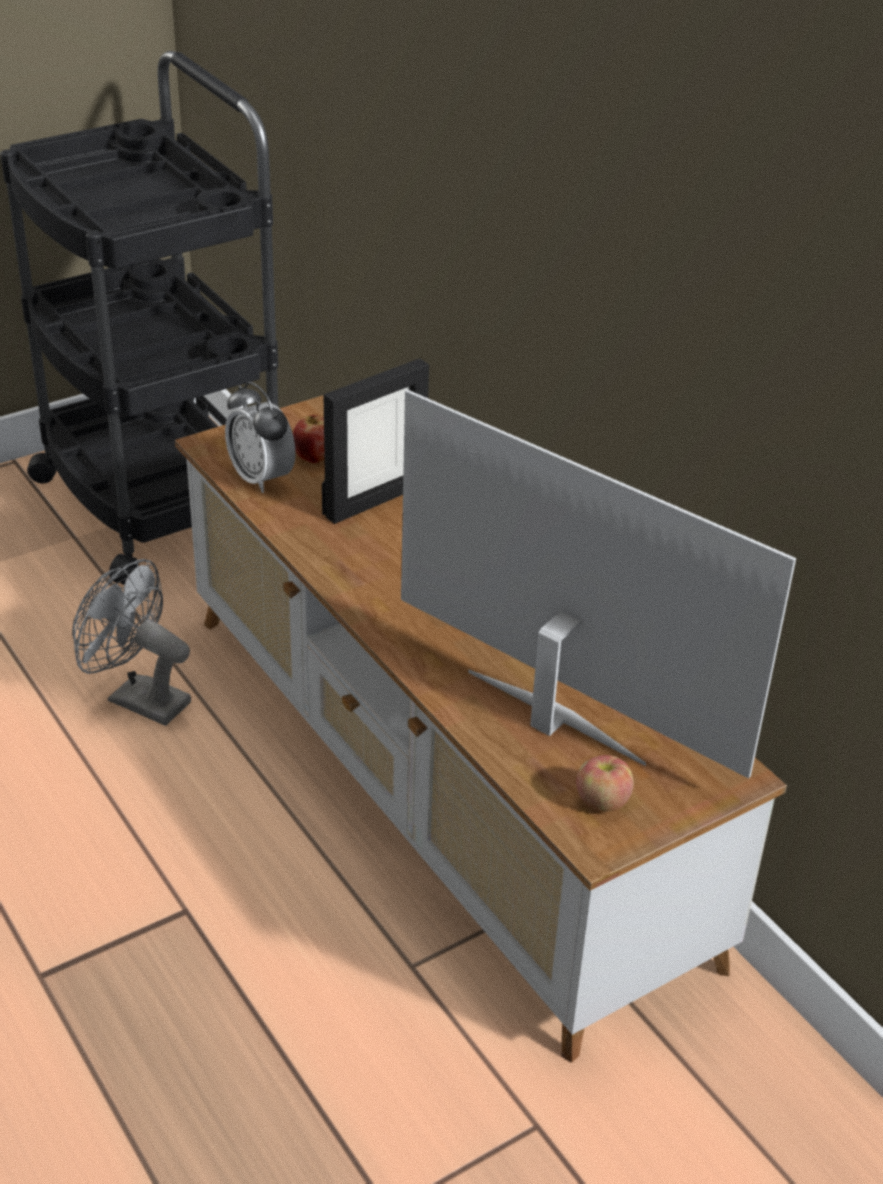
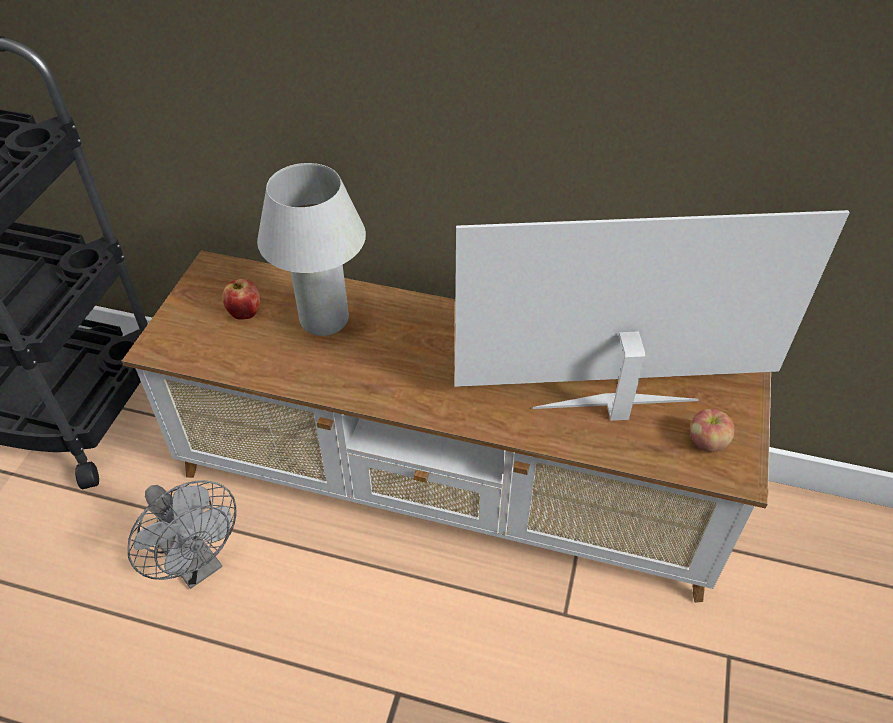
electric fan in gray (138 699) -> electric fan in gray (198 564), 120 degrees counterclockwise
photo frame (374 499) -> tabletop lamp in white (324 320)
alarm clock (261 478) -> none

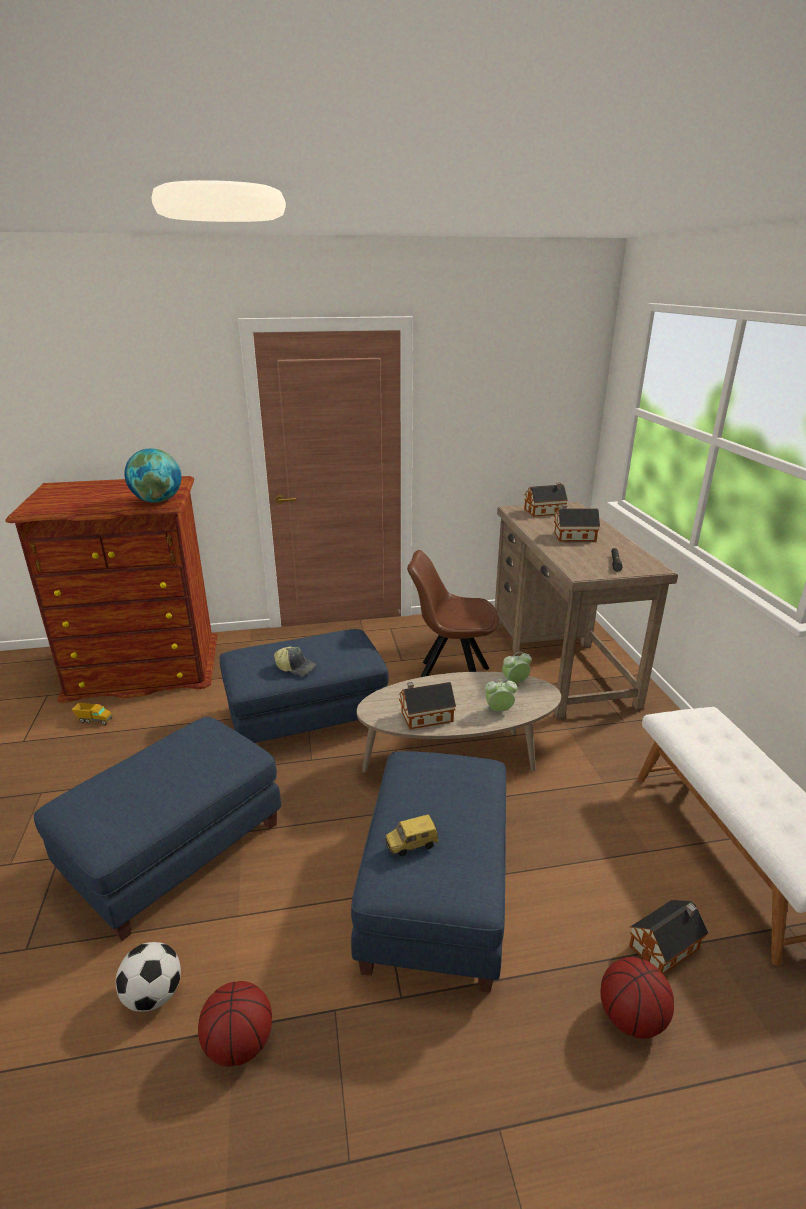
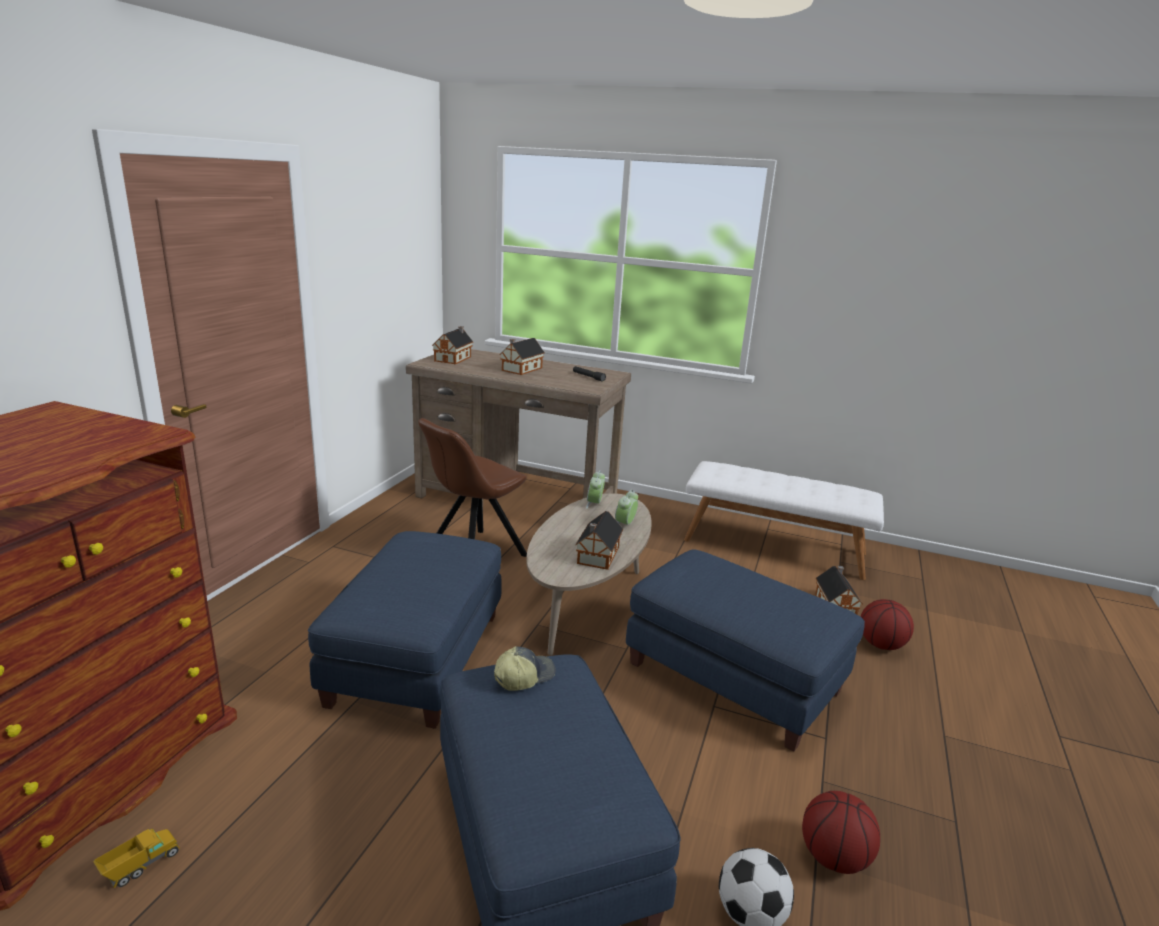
baseball cap (296 667) -> baseball cap (523 676), move
globe (158 501) -> none
toy car (412 846) -> none

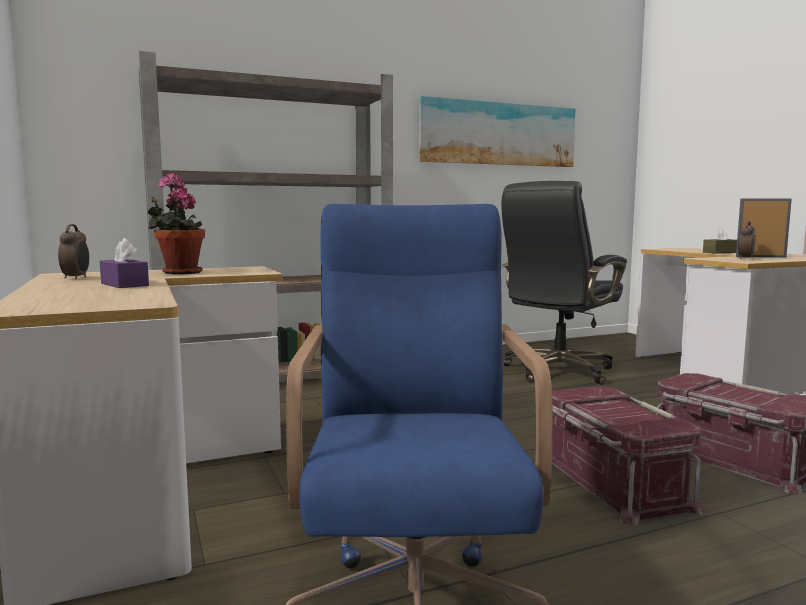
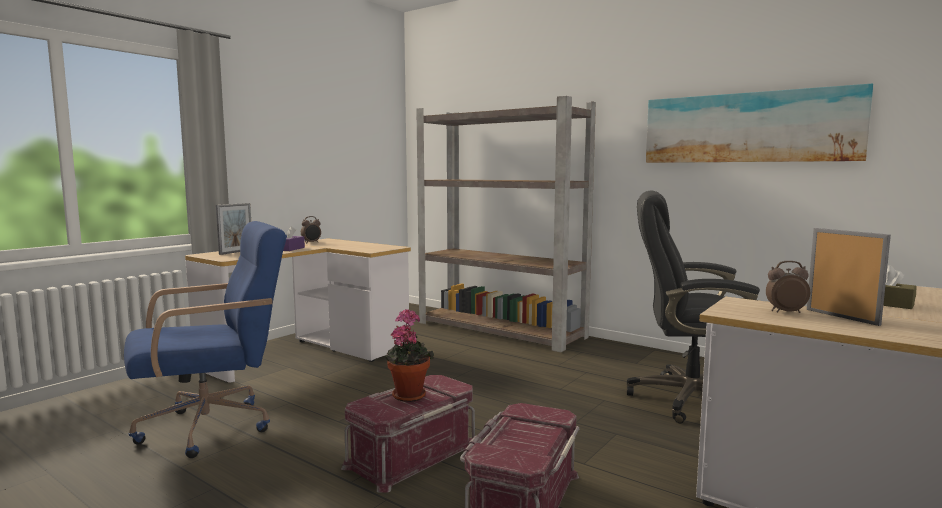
none -> photo frame (236 252)
houseplant (179 272) -> houseplant (408 394), move

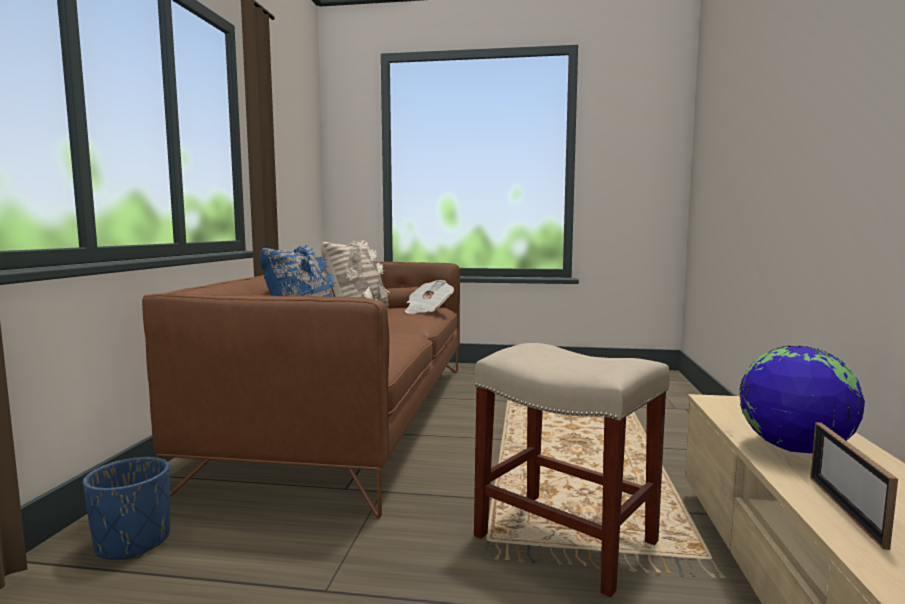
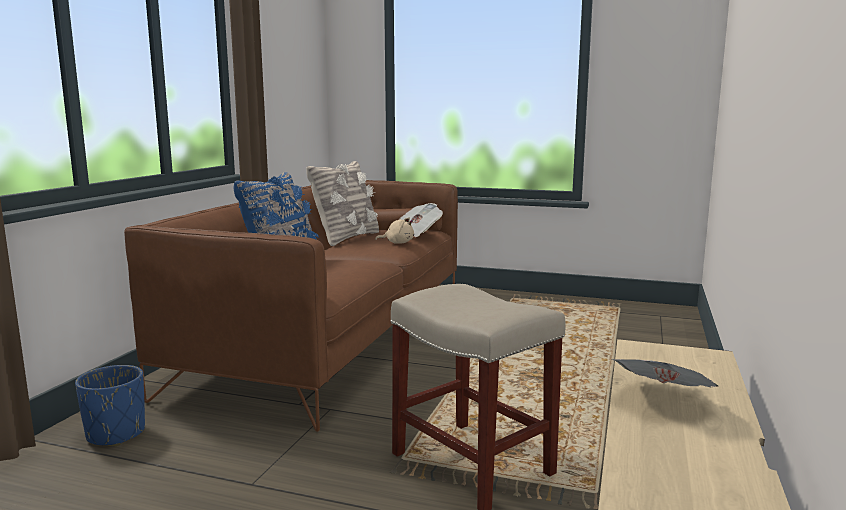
none -> soft toy in sand-coloured (398 243)
globe (794 449) -> newspaper (663 399)
photo frame (845 509) -> none

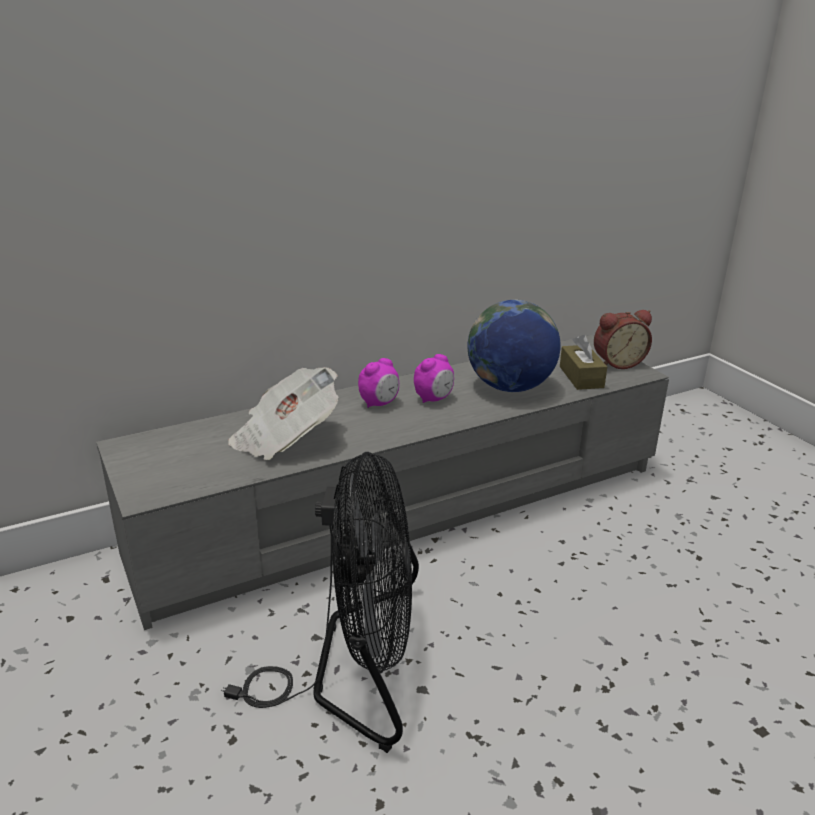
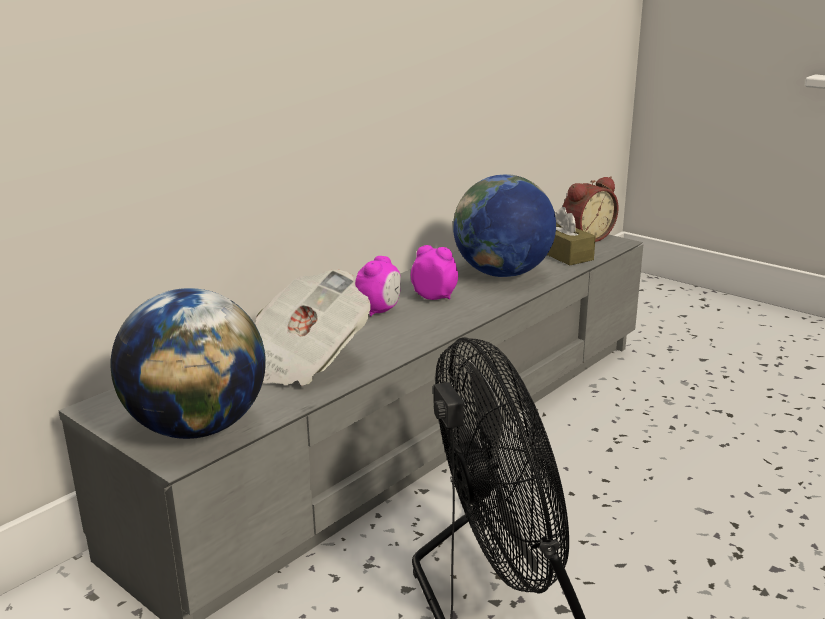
none -> globe (197 427)
alarm clock (434 399) -> alarm clock (434 297), 90 degrees counterclockwise

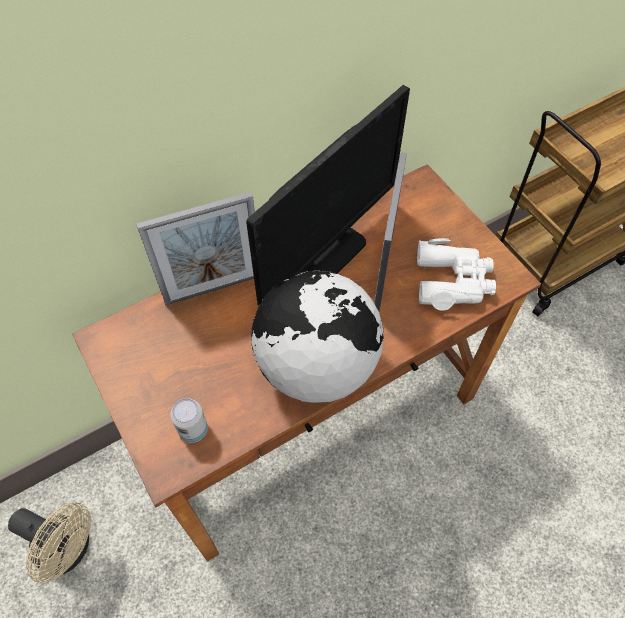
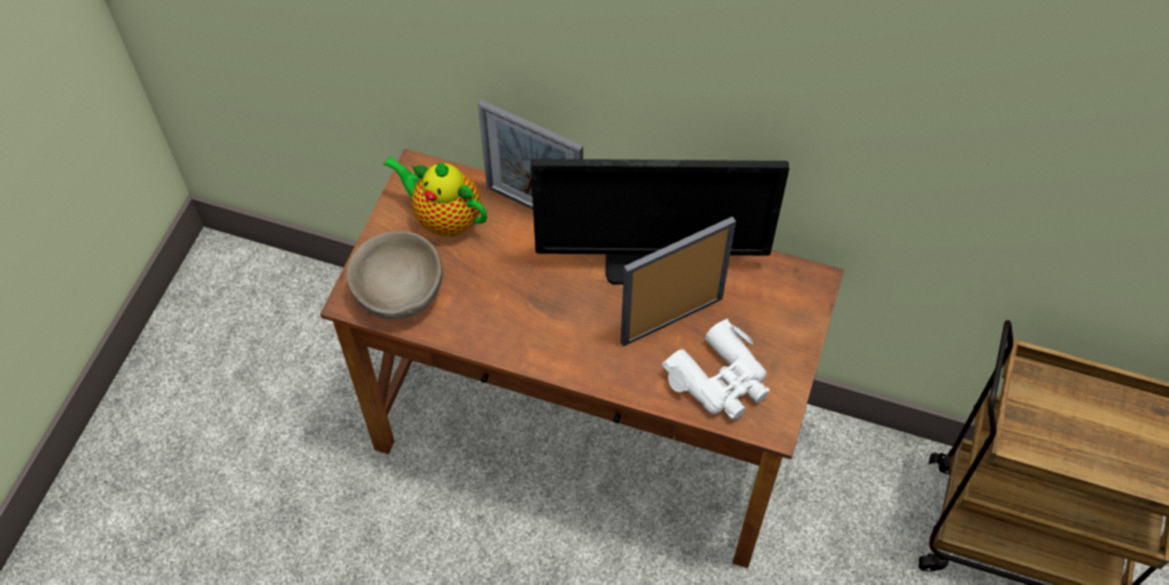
can (193 430) -> serving bowl in sand-coloured (398 292)
none -> pot for tea (444 217)
electric fan in sand-coloured (70 549) -> none
globe (316 365) -> none

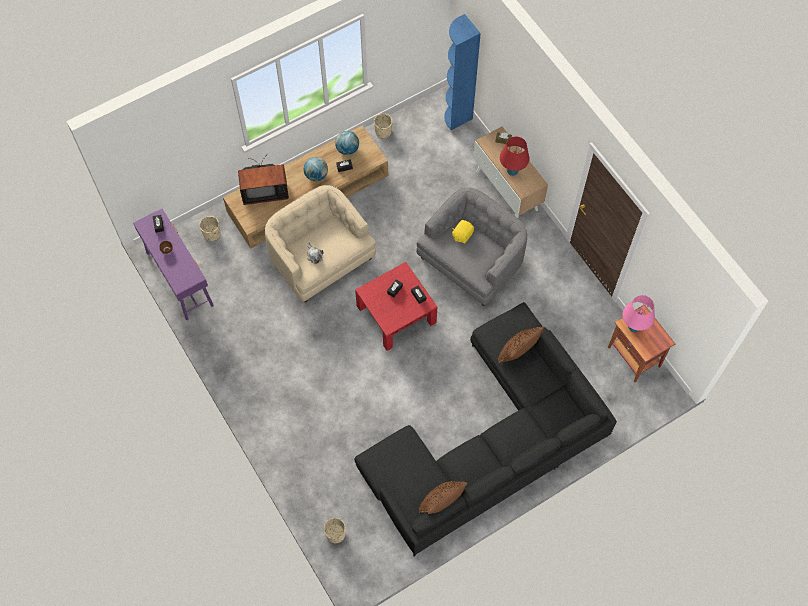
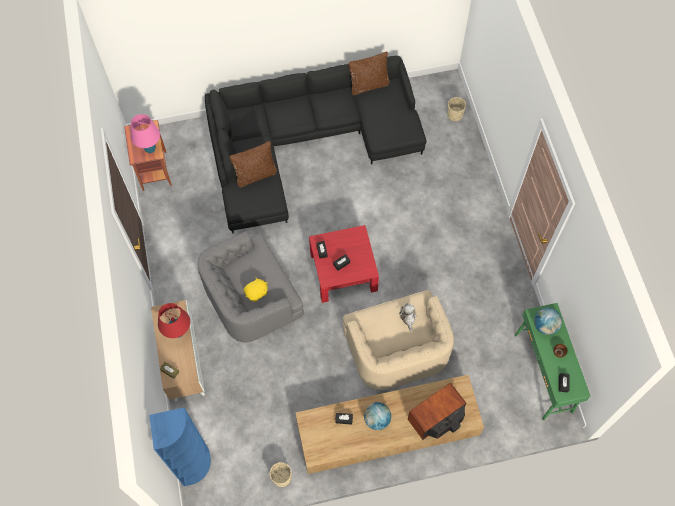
TV (264 190) -> TV (437 419), 45 degrees counterclockwise
hall table in purple (180 279) -> hall table in green-coloured (542 373)
globe (347 149) -> globe (545 326), move
flower pot in sand-coloured (212 234) -> none

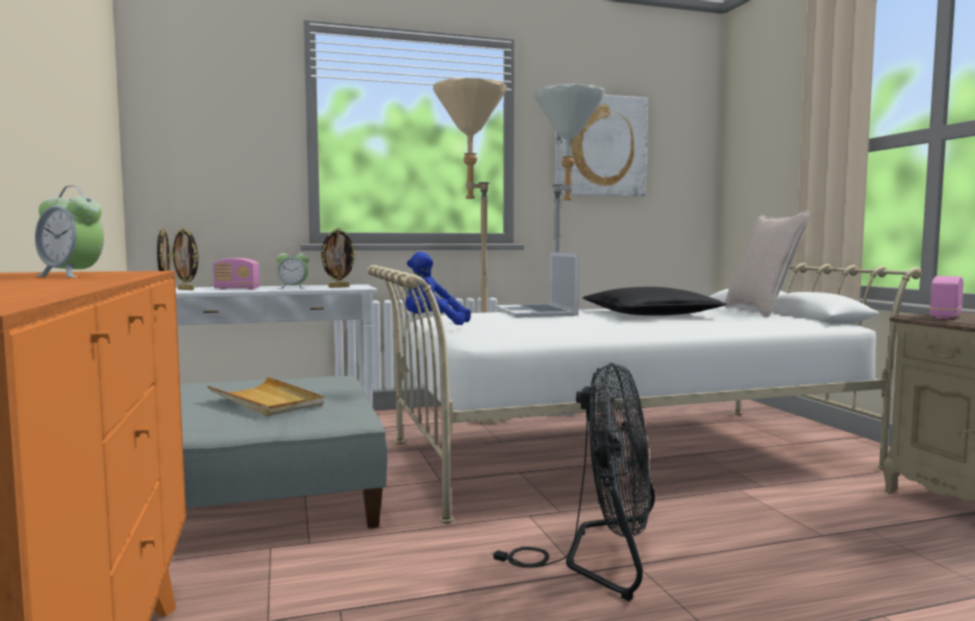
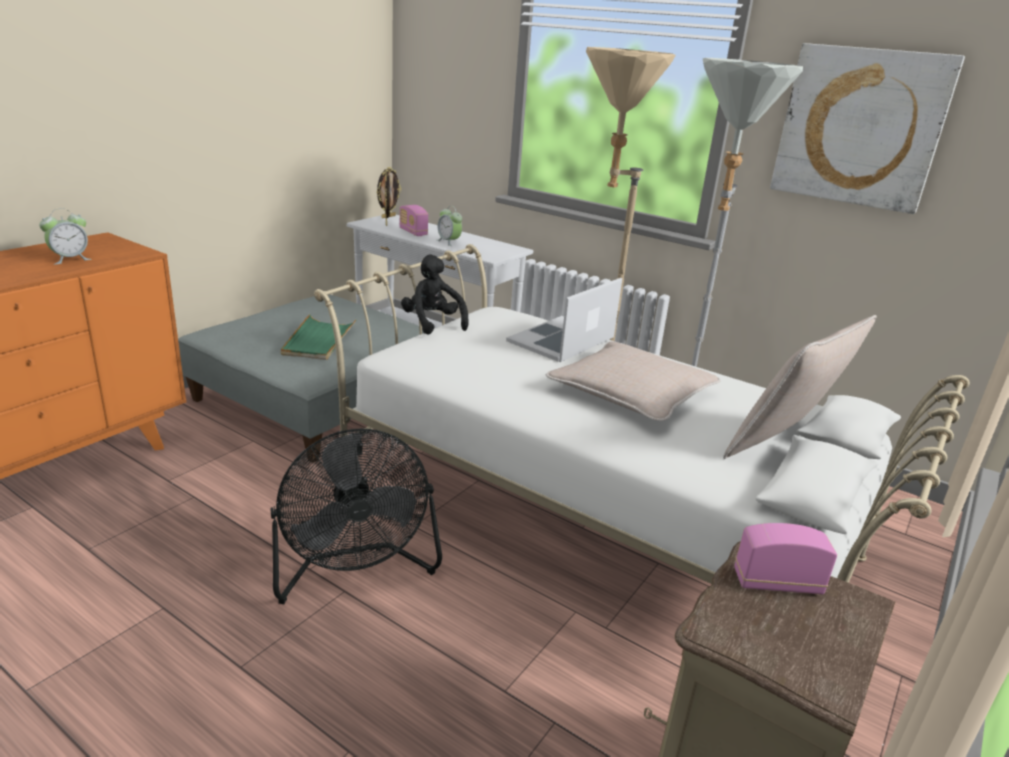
alarm clock (71 276) -> alarm clock (70 259), 120 degrees counterclockwise
tray in sand-coloured (266 401) -> tray in green-coloured (319 340)
soft toy in blue (433 324) -> soft toy in blackish (432 323)
cushion in blackish (650 314) -> cushion in sand-coloured (631 392)
photo frame (338 287) -> none

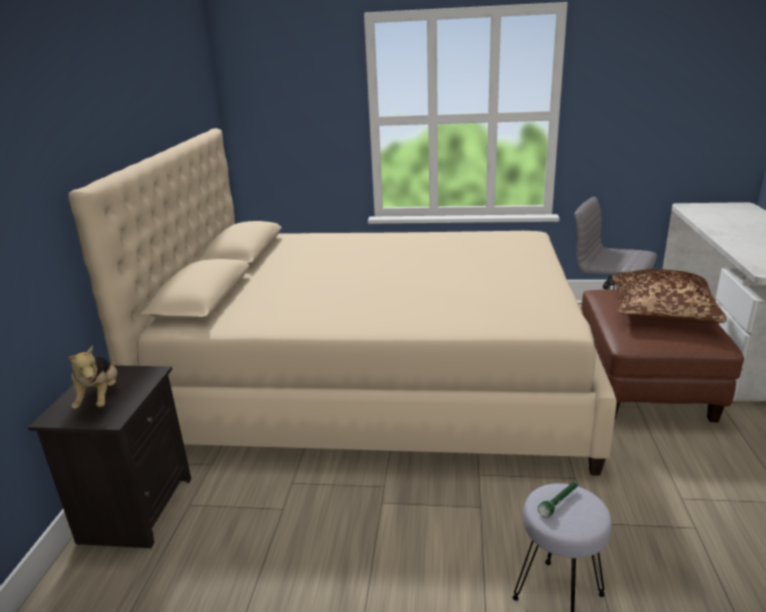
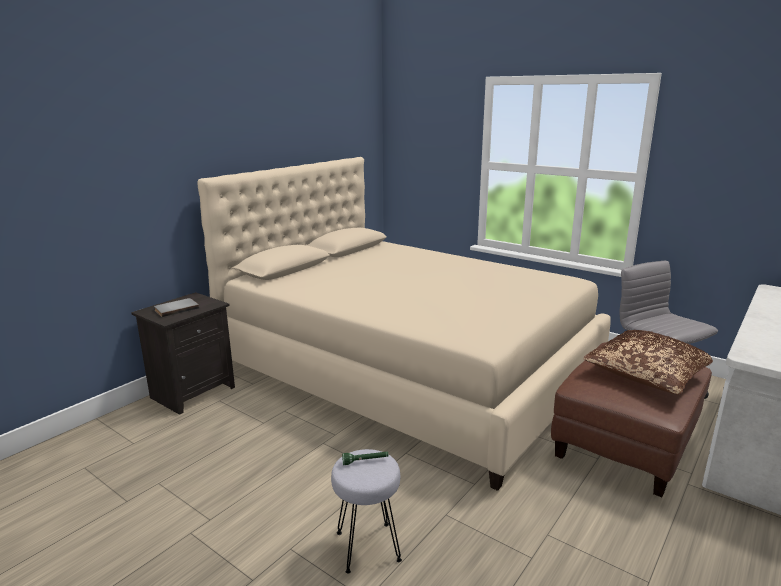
soft toy (100 398) -> volume in gray (176 309)

